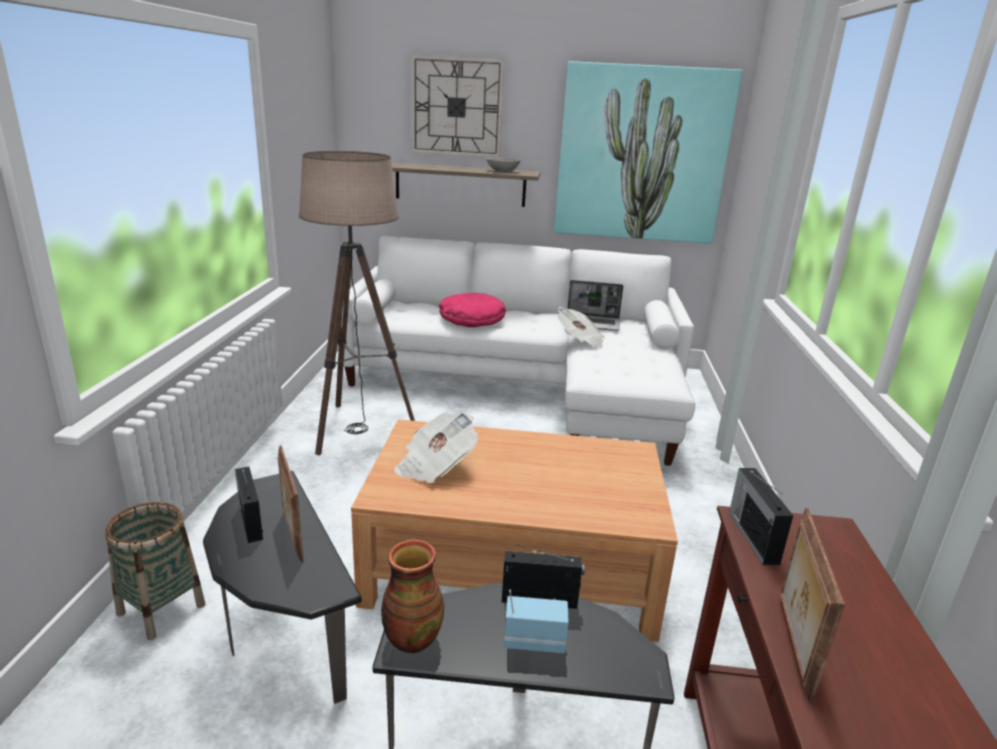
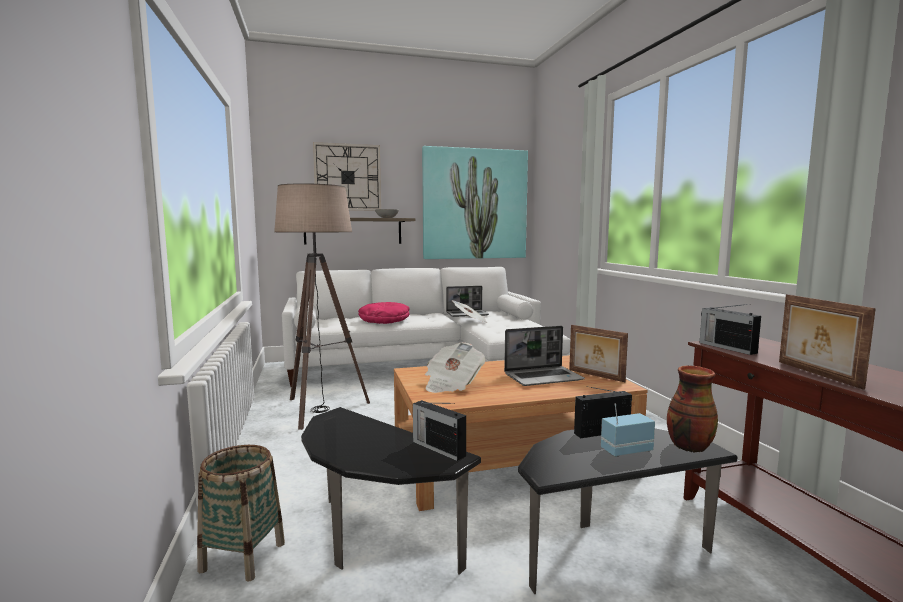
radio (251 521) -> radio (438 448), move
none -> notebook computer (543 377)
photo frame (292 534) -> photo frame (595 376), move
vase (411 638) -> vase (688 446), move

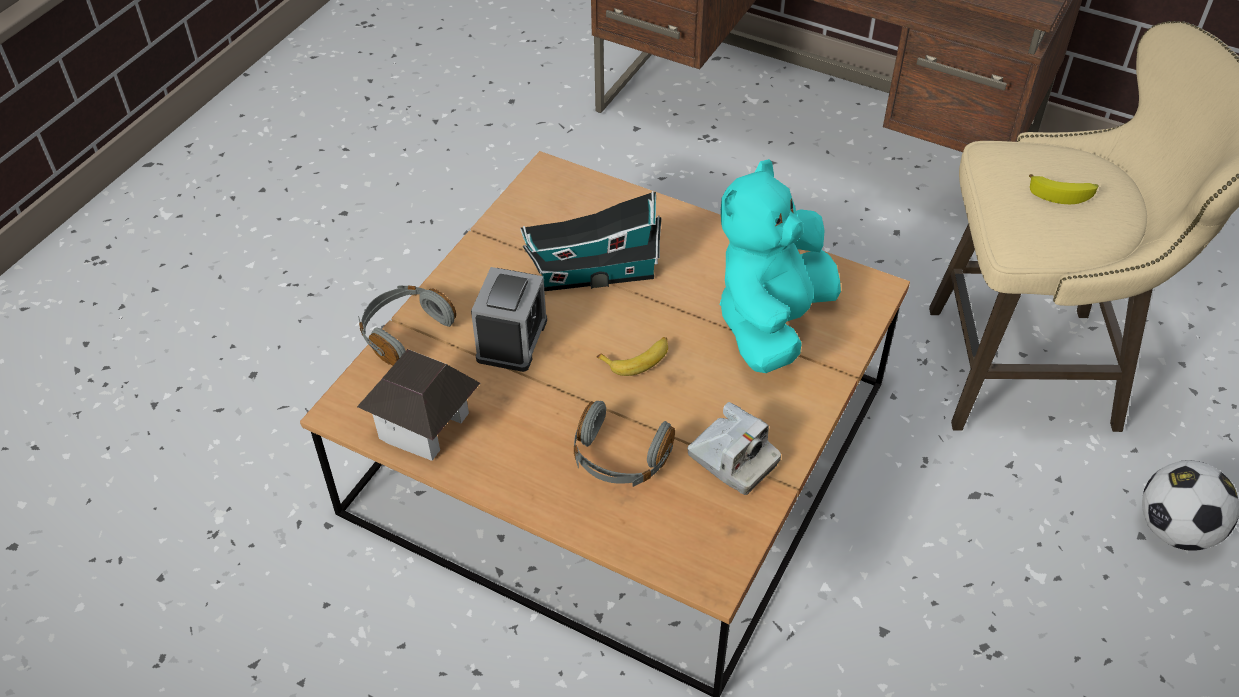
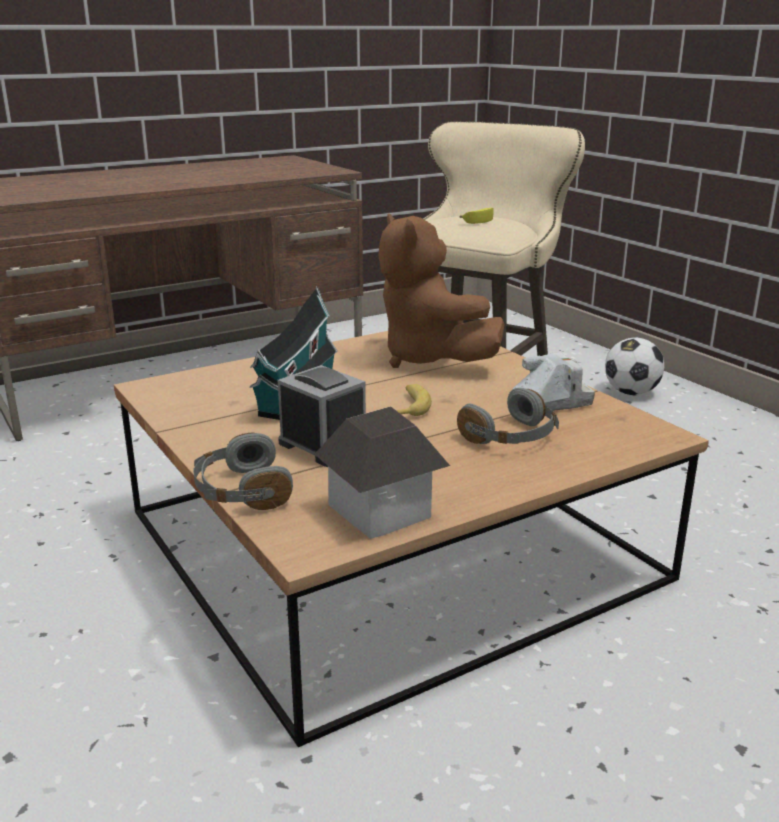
soft toy in blue-green (771 322) -> soft toy in brownish (429 359)

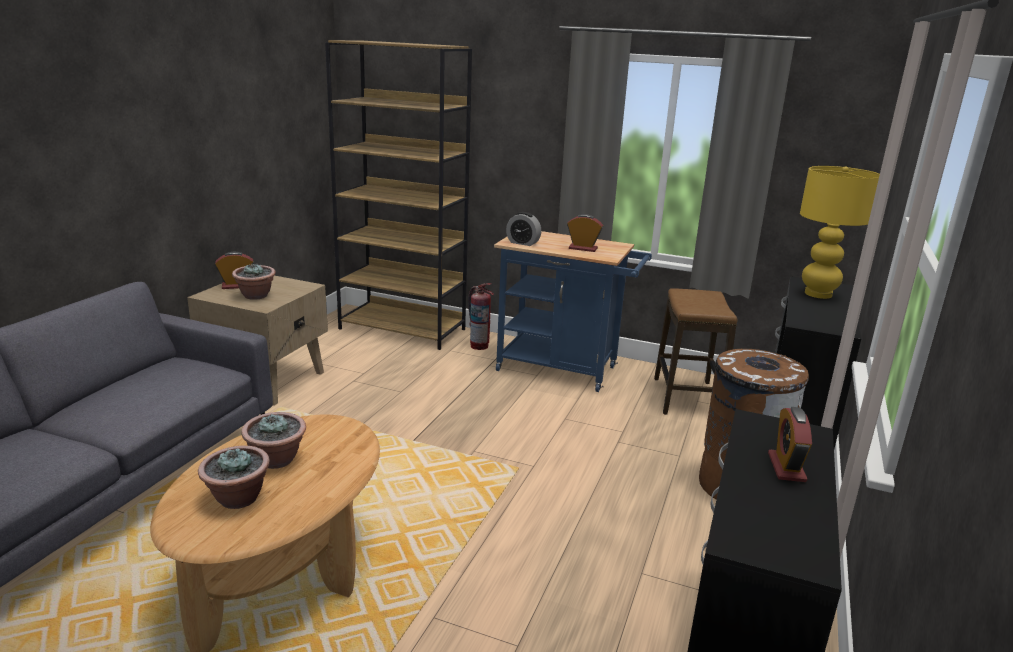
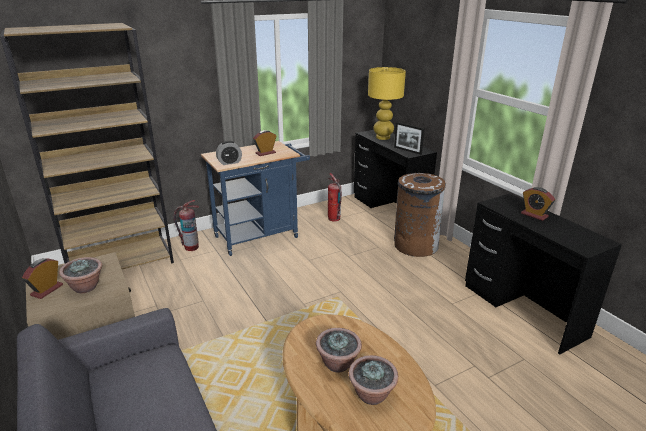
sitting stool (686 398) -> fire-fighting cylinder (334 218)
none -> photo frame (407 150)

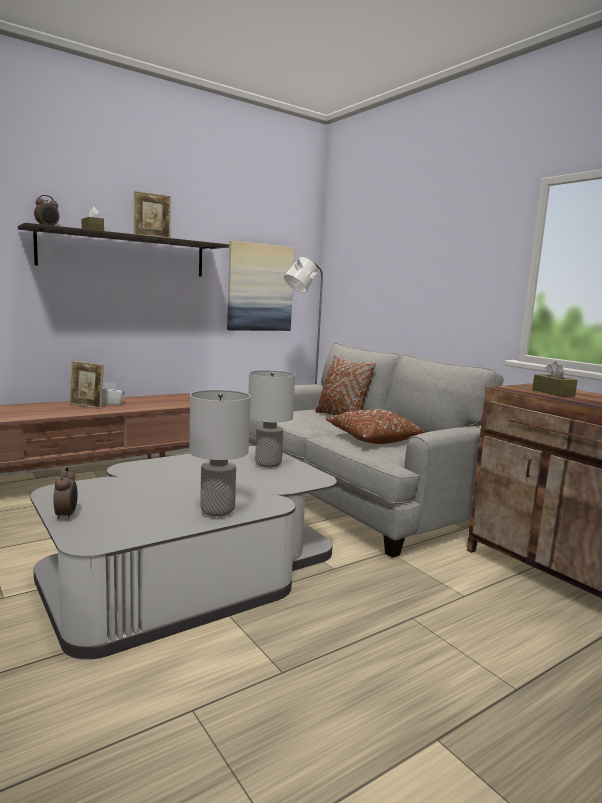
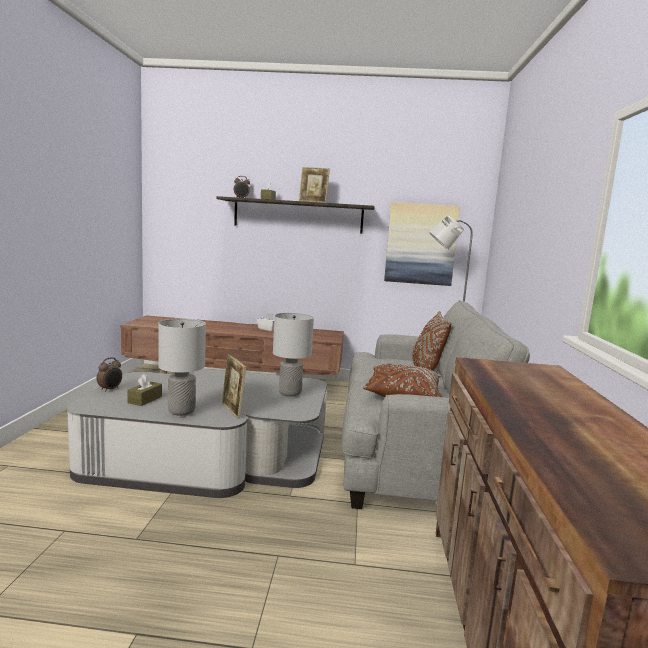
tissue holder in brownish (553 392) -> tissue holder in brownish (145 399), move
photo frame (87 406) -> photo frame (232 410), move

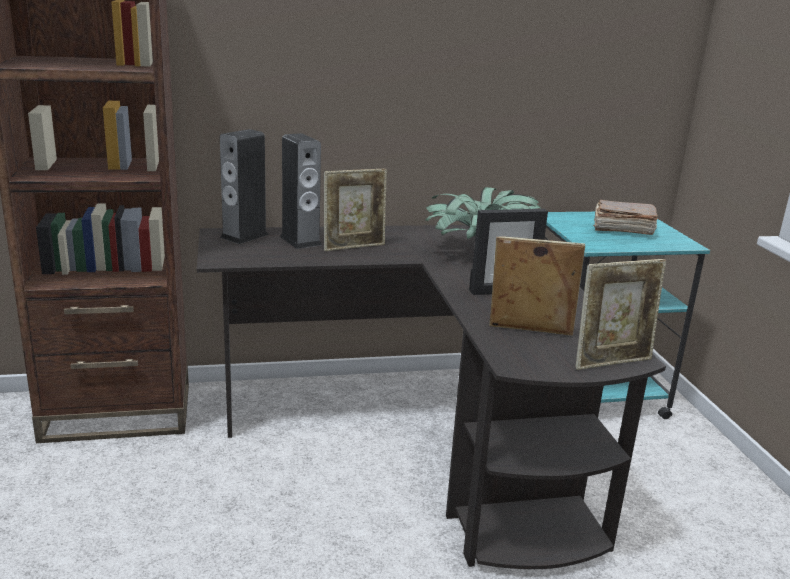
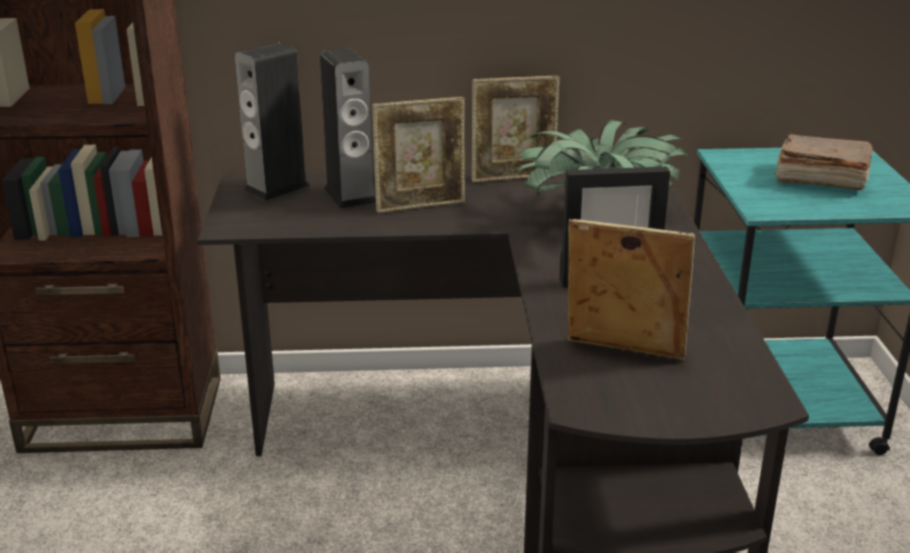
photo frame (612 362) -> photo frame (513 177), move

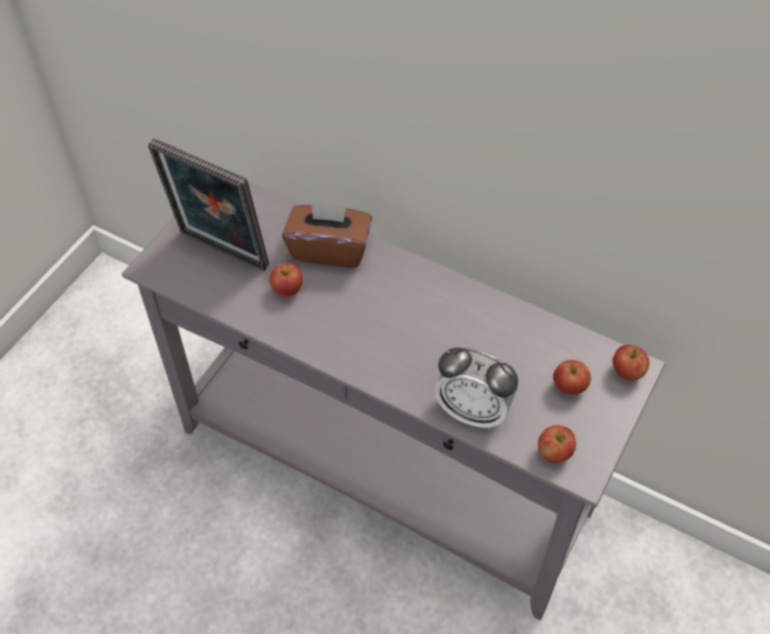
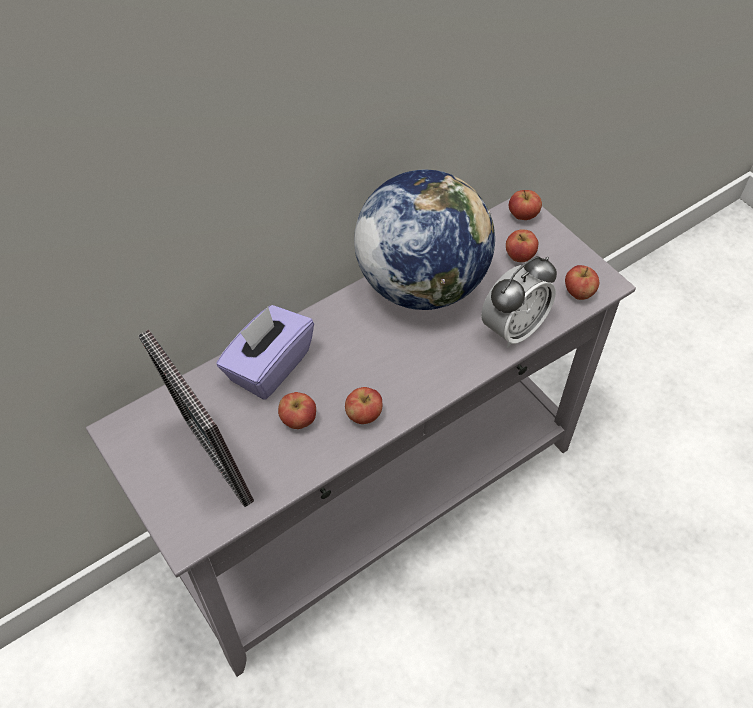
photo frame (220 253) -> photo frame (211 464), 90 degrees clockwise
tissue holder in brownish (329 249) -> tissue holder in purple (268 366)
none -> apple fruit (363 415)
none -> globe (421 284)

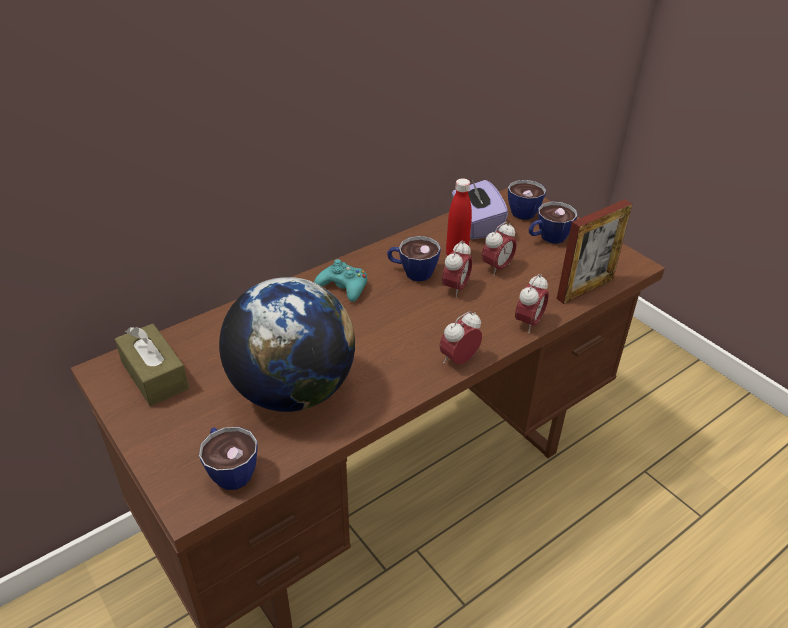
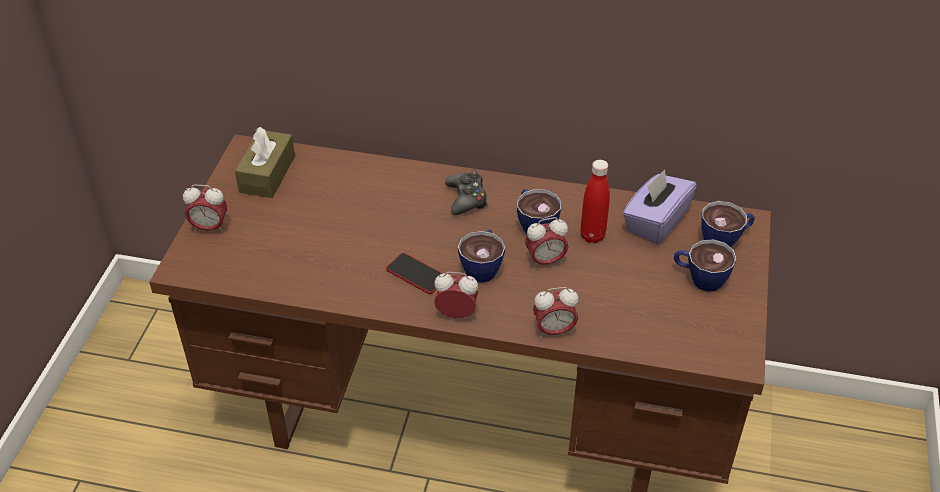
alarm clock (497 268) -> alarm clock (209 227), move
none -> phone (416 274)
game controller in blue-green (343 287) -> game controller in blackish (466 198)
cup (230 469) -> cup (483 266), move
globe (292 390) -> none
photo frame (585 289) -> none

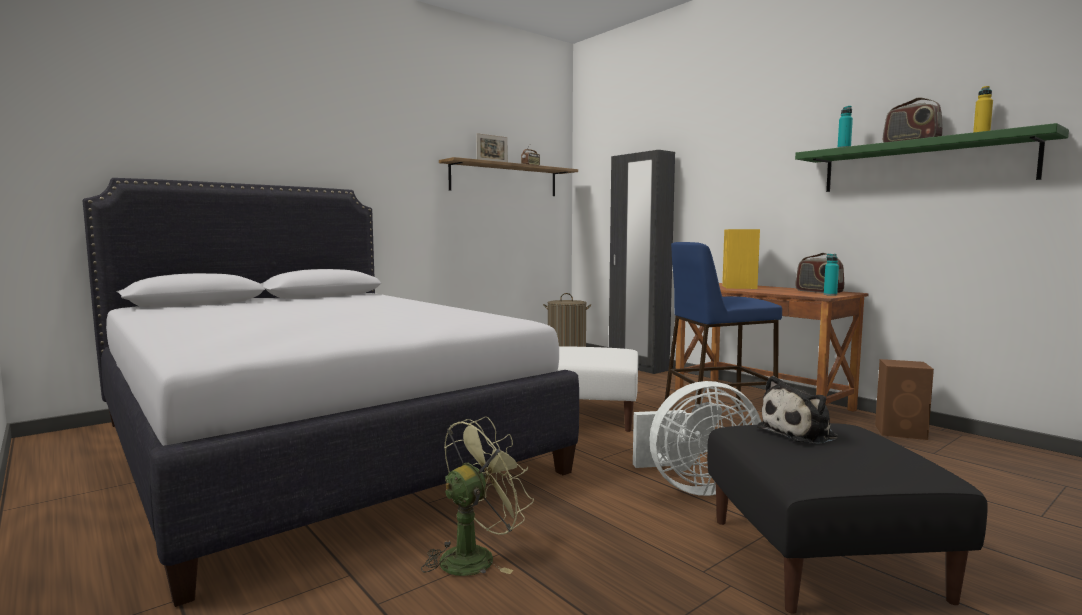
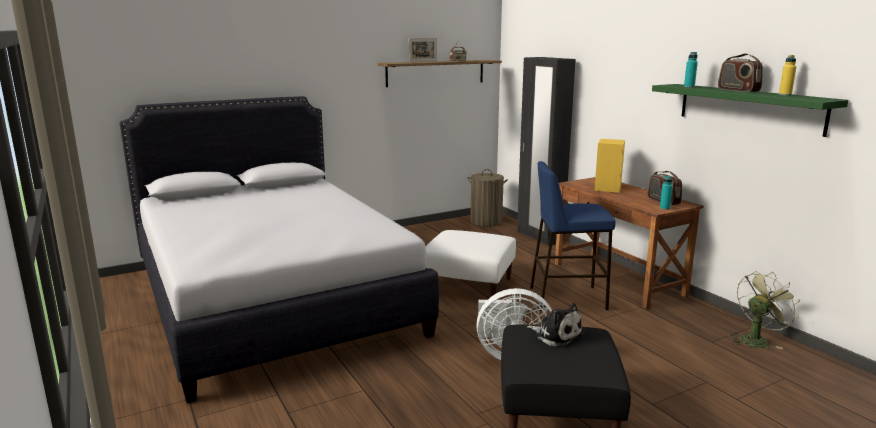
soft toy (801 433) -> soft toy (555 335), 120 degrees counterclockwise
electric fan in green-coloured (475 556) -> electric fan in green-coloured (756 339), move
loudspeaker in brownish (902 432) -> none

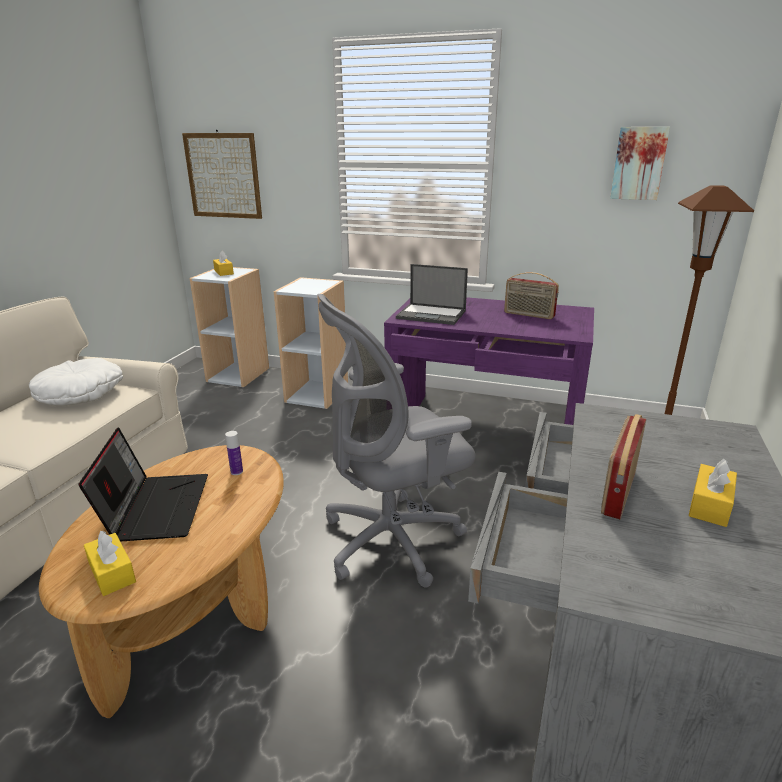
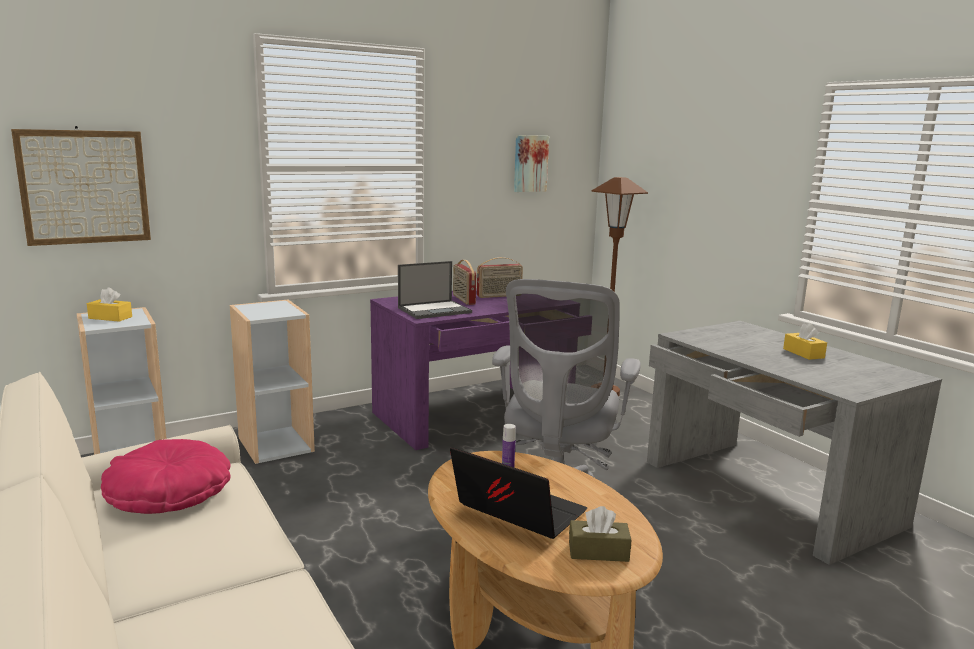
cushion in white (78 394) -> cushion in pinkish (167 494)
radio (617 492) -> radio (463 299), move
tissue holder in yellow (112 573) -> tissue holder in brownish (598 551)

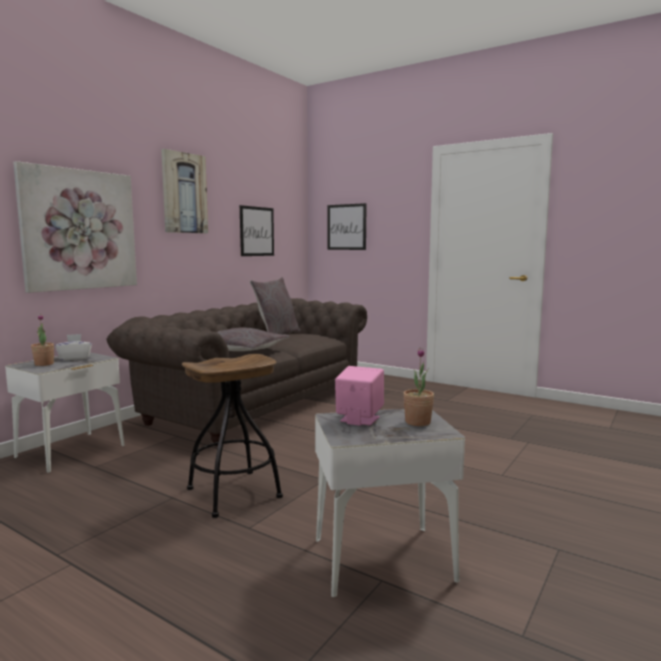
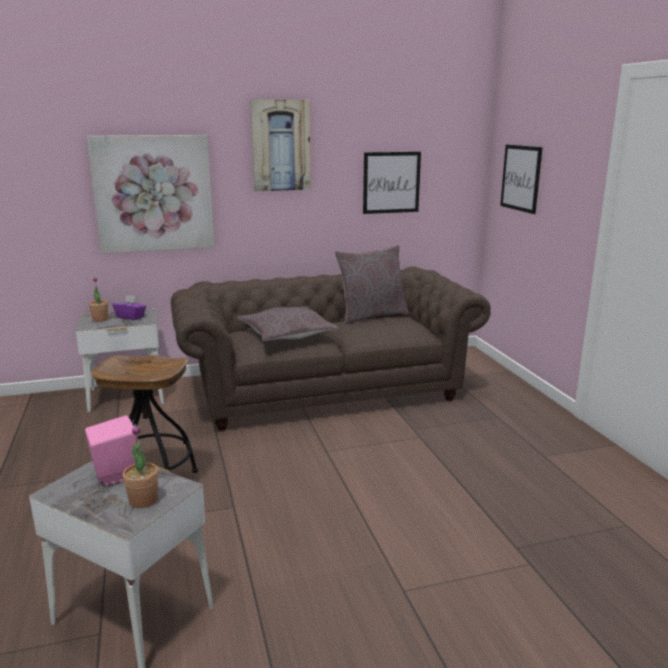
tissue holder in white (75 358) -> tissue holder in purple (130 317)

